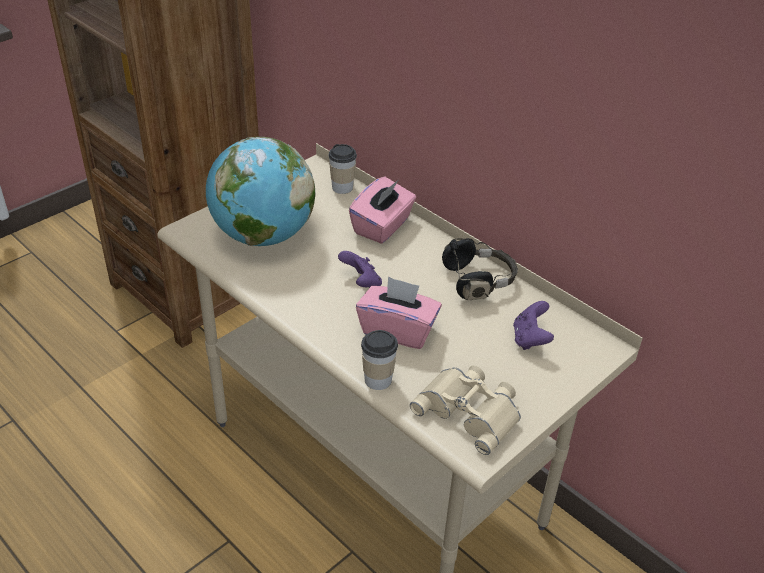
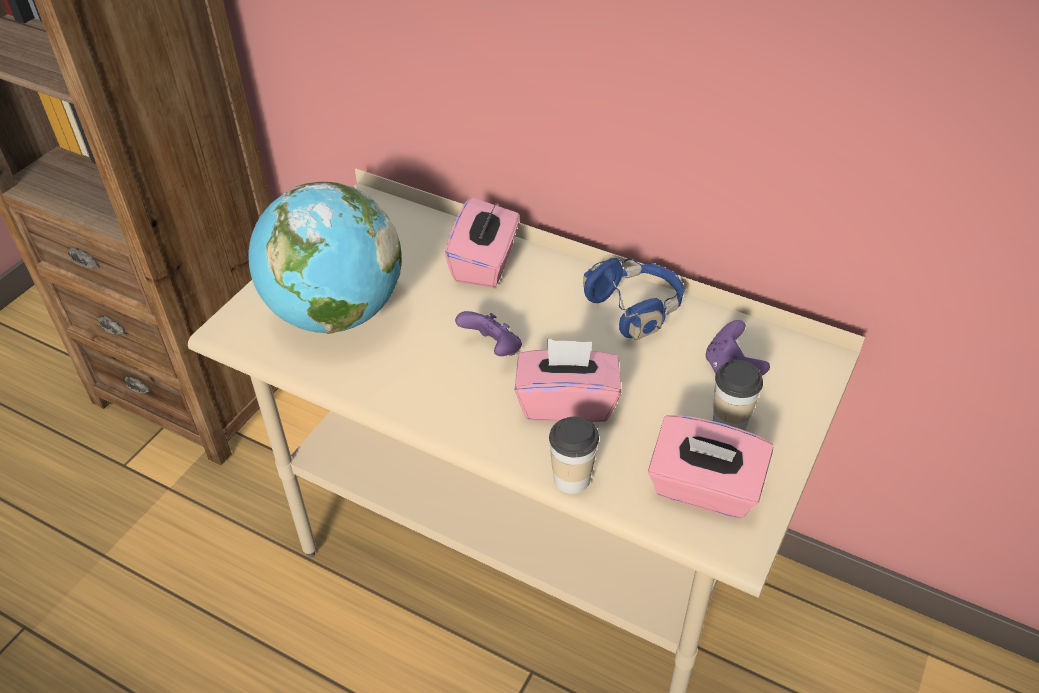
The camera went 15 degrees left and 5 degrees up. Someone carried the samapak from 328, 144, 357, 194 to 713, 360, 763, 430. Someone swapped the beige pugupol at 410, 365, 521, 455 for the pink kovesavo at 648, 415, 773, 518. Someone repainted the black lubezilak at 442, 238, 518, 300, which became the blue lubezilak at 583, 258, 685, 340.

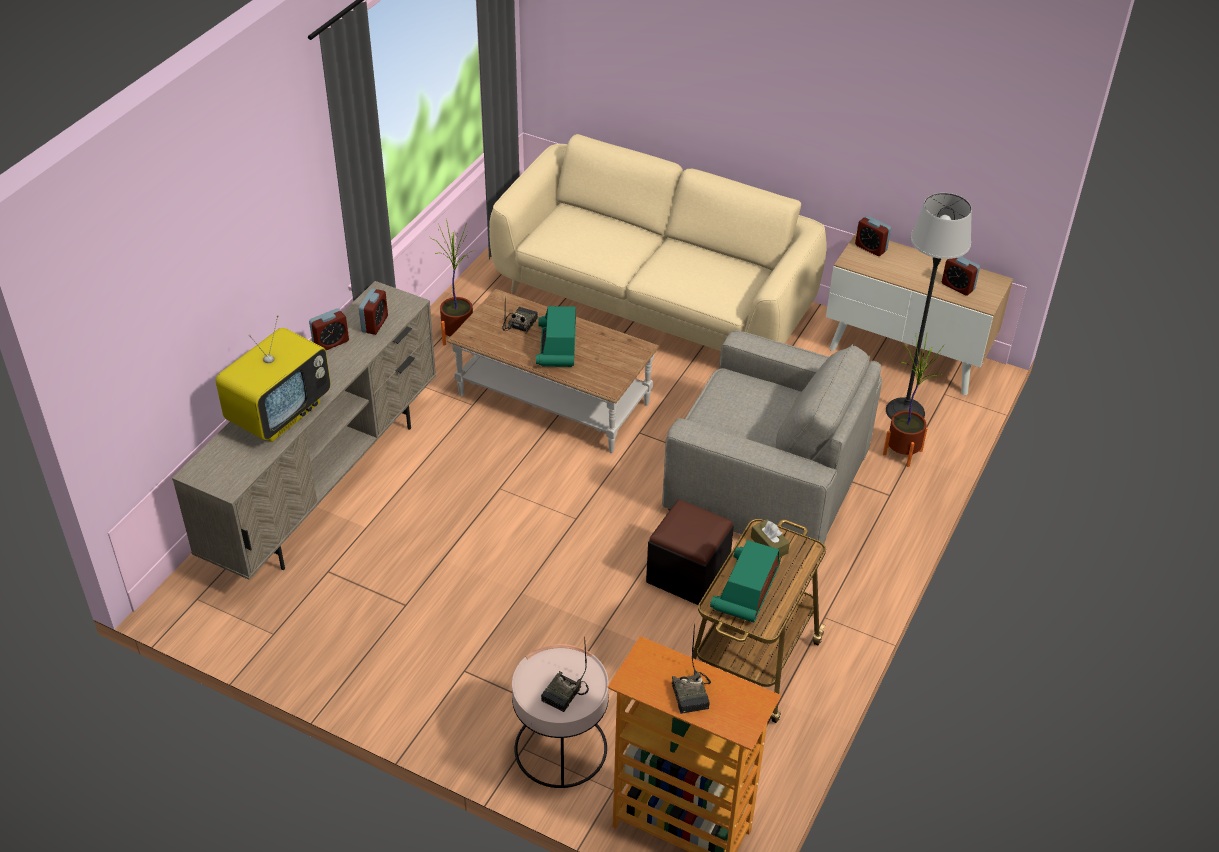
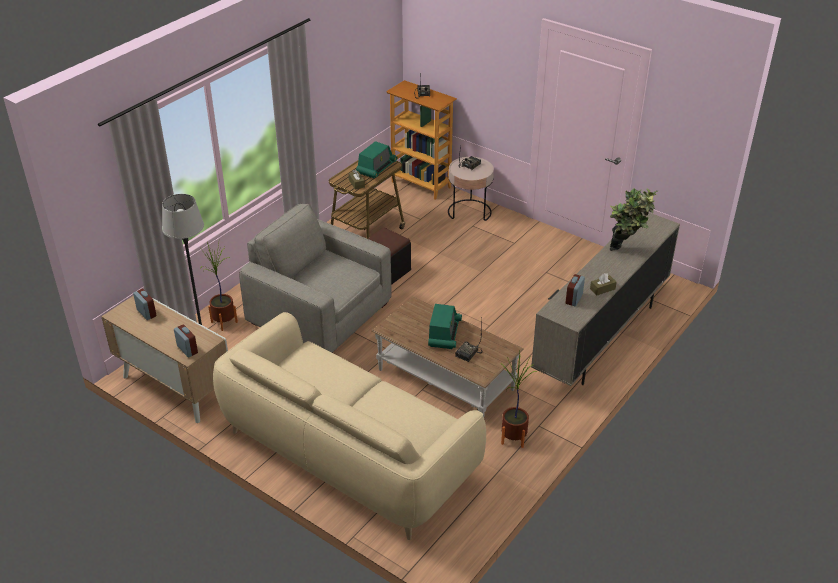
The camera went 170 degrees left and 5 degrees down. Someone swapped the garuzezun at 216, 315, 331, 442 for the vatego at 610, 188, 657, 251. Someone swapped the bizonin at 309, 308, 349, 350 for the brown kovesavo at 590, 273, 617, 296.

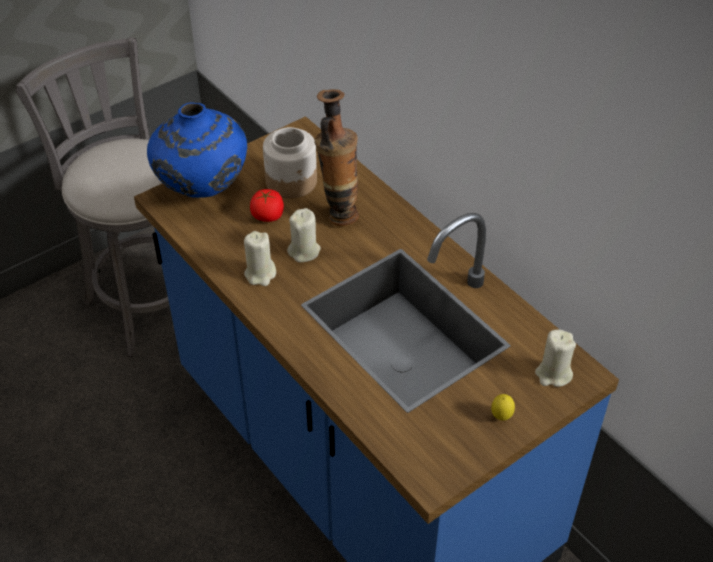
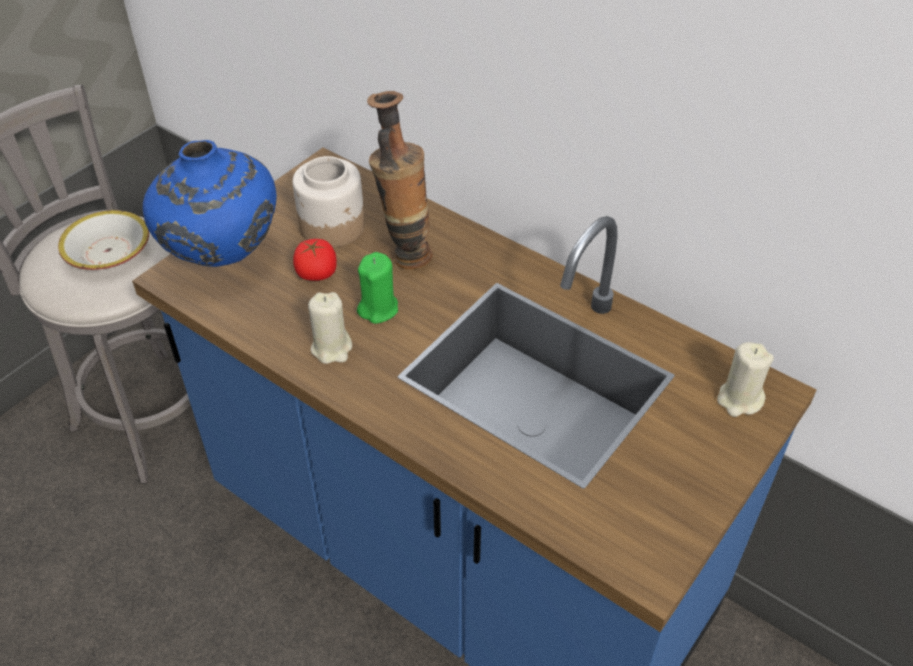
The camera went 15 degrees left and 0 degrees up. Someone repainted the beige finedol at 287, 208, 320, 262, which became the green finedol at 357, 252, 398, 324. Someone took away the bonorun at 491, 394, 515, 421. Someone put down the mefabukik at 58, 210, 149, 270.

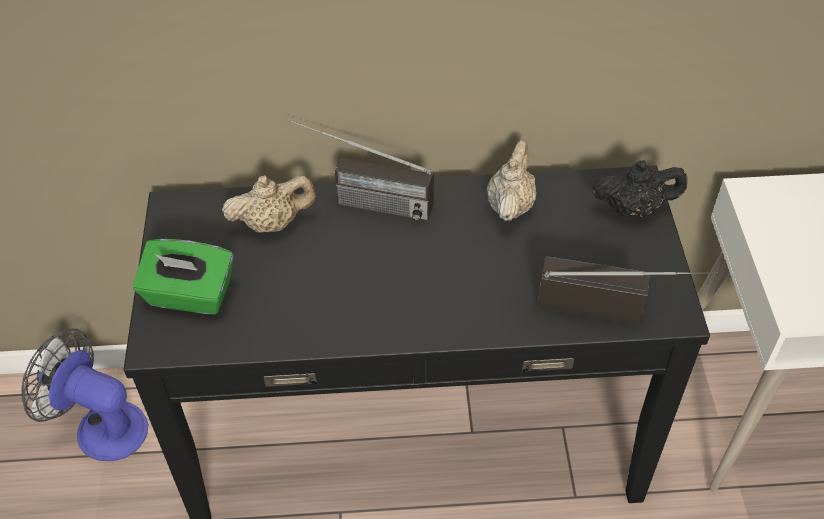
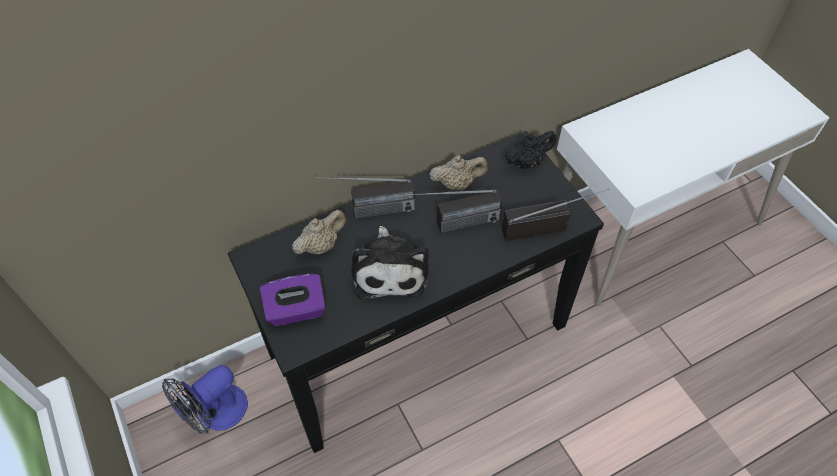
The camera went 25 degrees left and 5 degrees up. Someone rotated the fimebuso at 21, 329, 148, 461 by 45 degrees counterclockwise. Someone repainted the green kovesavo at 133, 239, 234, 315, which became the purple kovesavo at 260, 274, 326, 326. Someone rotated the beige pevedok at 486, 140, 537, 221 by 90 degrees clockwise. Someone put down the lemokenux at 351, 226, 429, 300. Someone put down the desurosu at 403, 190, 502, 233.

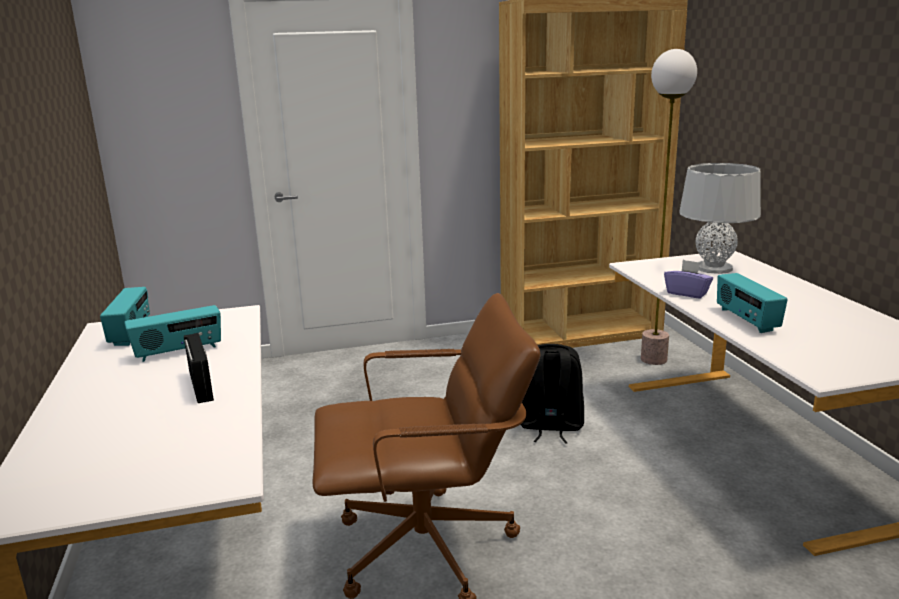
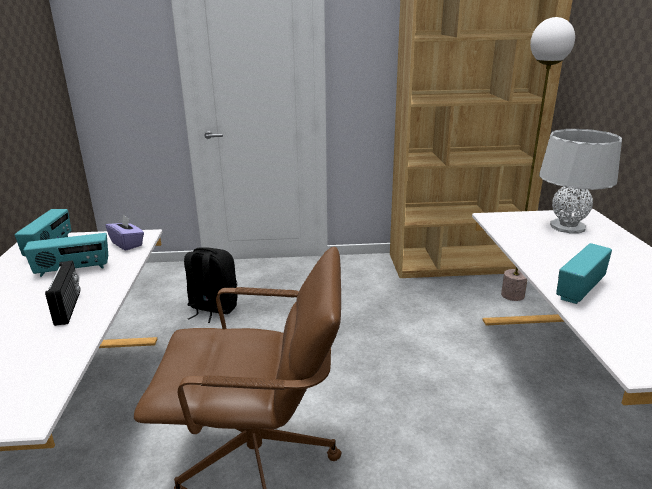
The camera went 10 degrees right and 5 degrees up. Someone carried the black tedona from 520, 344, 584, 444 to 184, 247, 237, 323. Someone carried the purple kovesavo from 664, 260, 713, 299 to 106, 214, 144, 251. Someone rotated the desurosu at 717, 273, 788, 333 by 45 degrees clockwise.

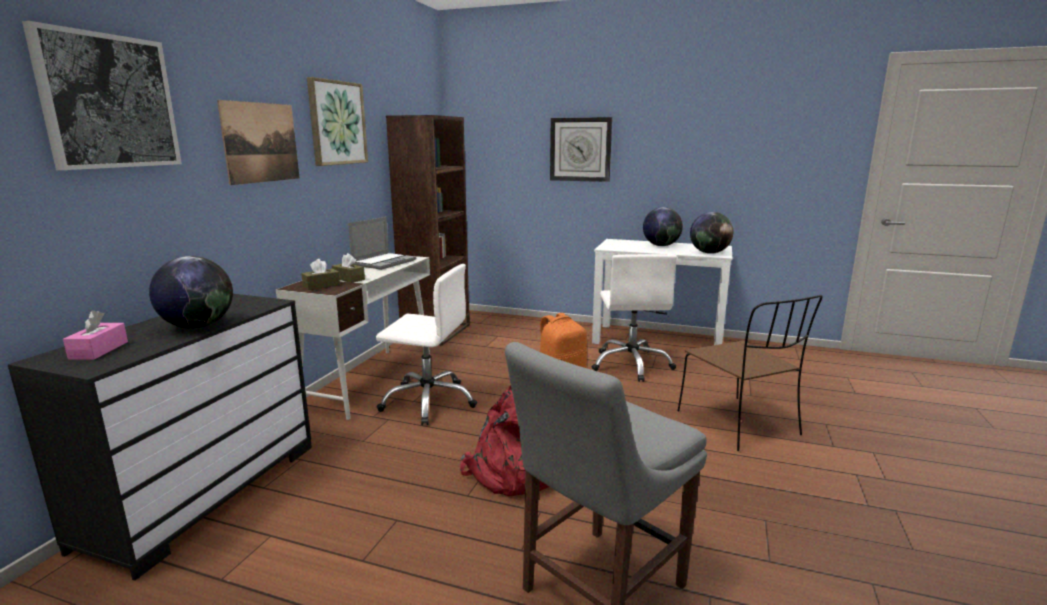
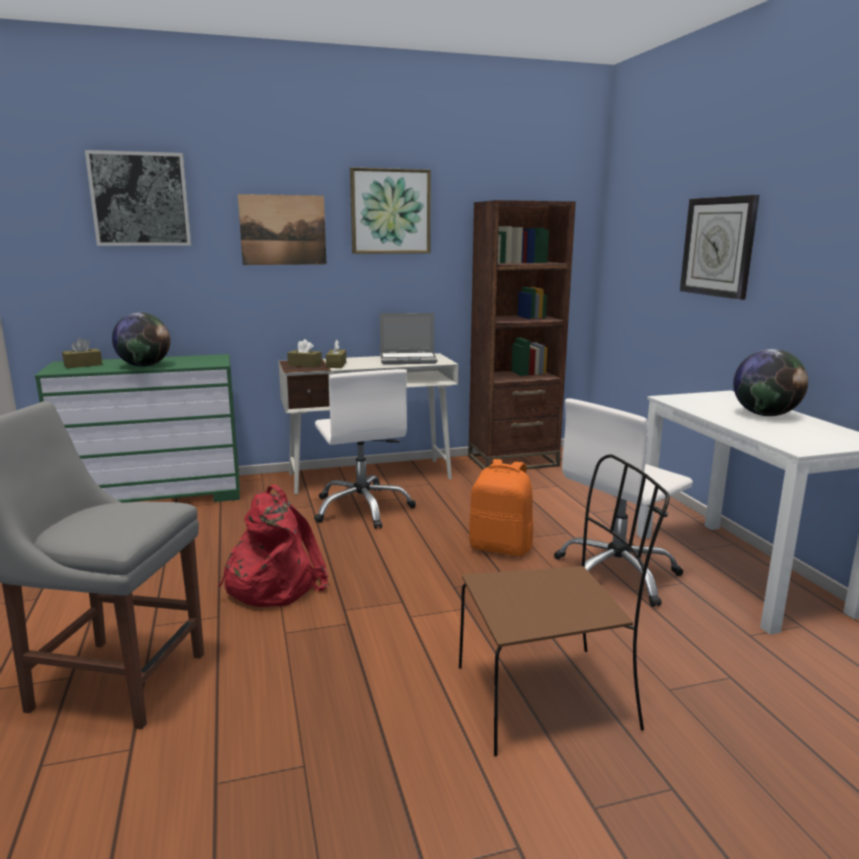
The camera went 55 degrees right and 0 degrees up. Someone repainted the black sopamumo at 8, 294, 312, 581, which became the green sopamumo at 35, 354, 240, 503. Someone repainted the pink kovesavo at 63, 310, 128, 360, which became the brown kovesavo at 62, 338, 102, 368. Someone rotated the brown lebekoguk at 678, 295, 823, 451 by 135 degrees counterclockwise. Someone took away the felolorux at 690, 212, 733, 254.

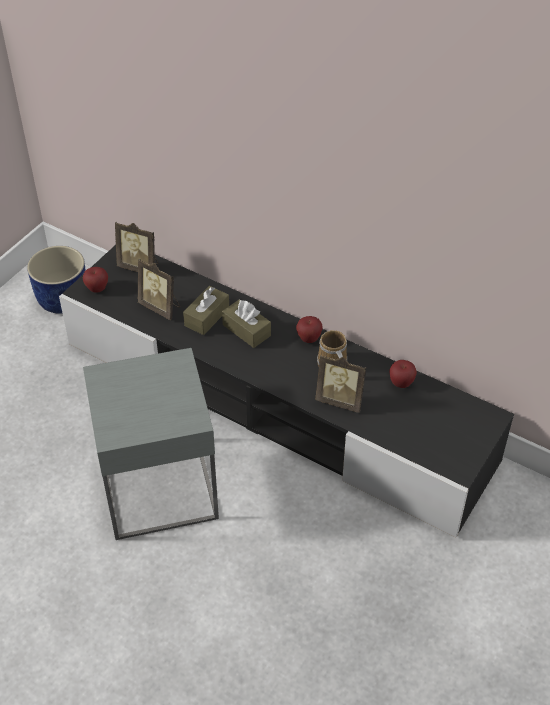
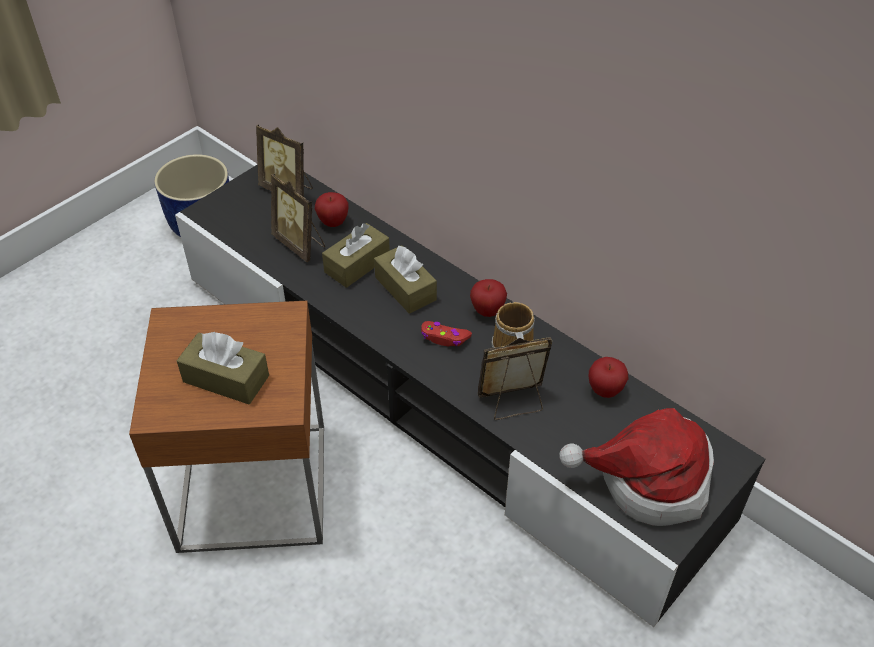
The camera went 10 degrees right and 0 degrees up. Someone carried the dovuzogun from 83, 267, 108, 293 to 315, 192, 349, 227. Someone repainted the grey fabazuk at 83, 348, 219, 540, which became the brown fabazuk at 129, 301, 324, 553. Someone rotated the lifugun at 315, 355, 366, 413 by 135 degrees clockwise. Someone put down the brown kovesavo at 177, 332, 269, 404. Someone put down the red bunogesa at 421, 321, 472, 347. Someone put down the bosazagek at 559, 408, 714, 526.

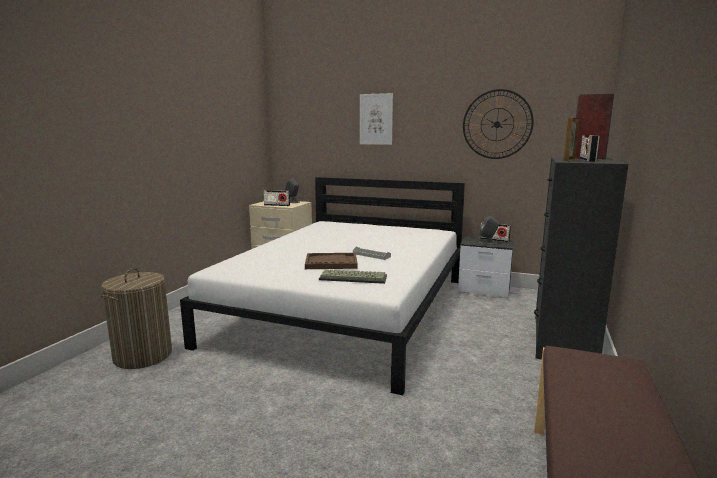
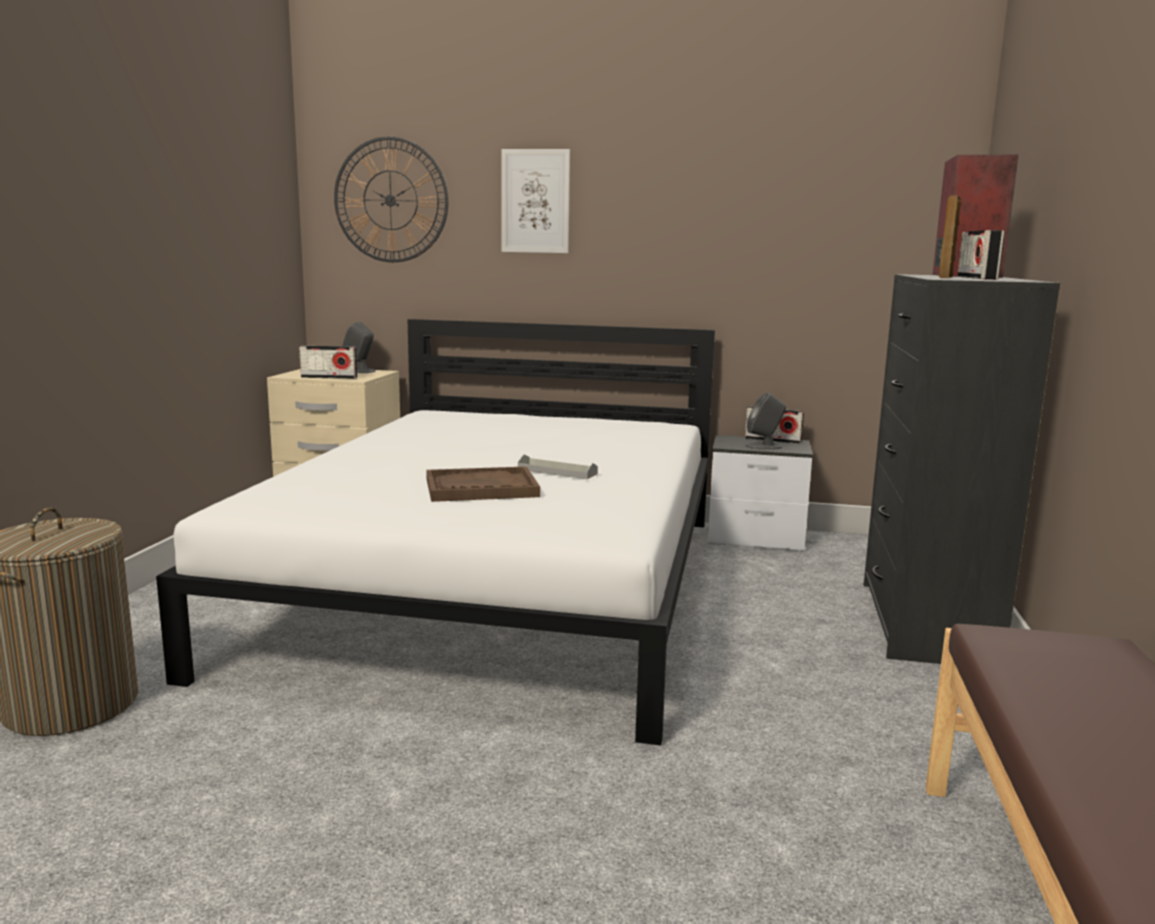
The camera went 10 degrees left and 0 degrees up. Someone took away the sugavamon at 319, 269, 387, 284. Someone carried the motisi from 463, 89, 534, 159 to 334, 136, 448, 262.

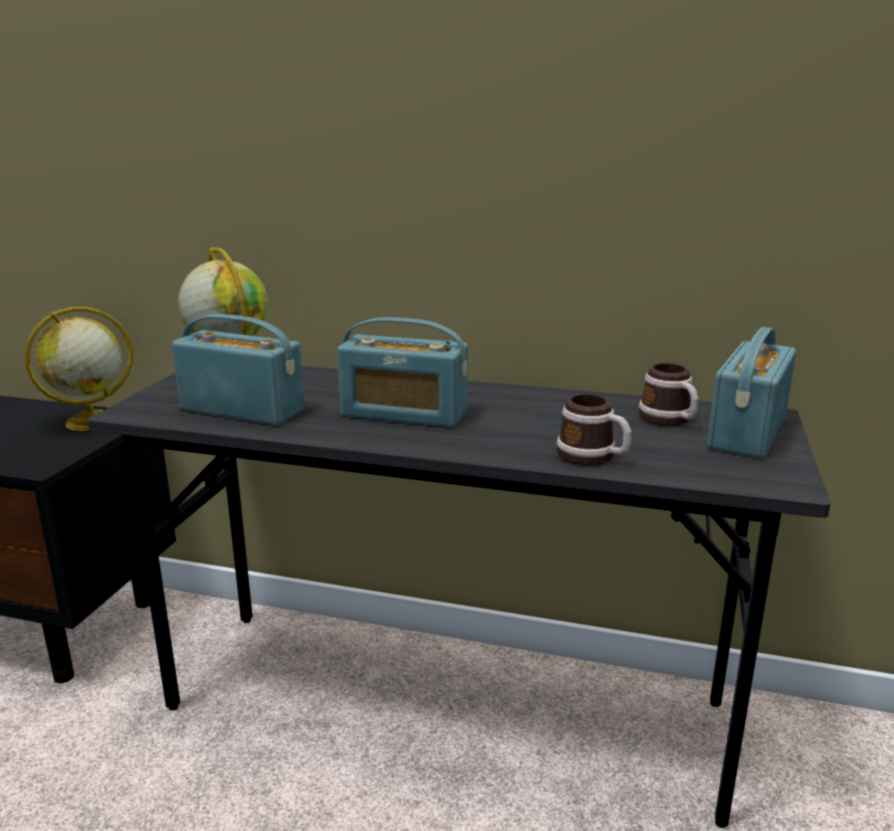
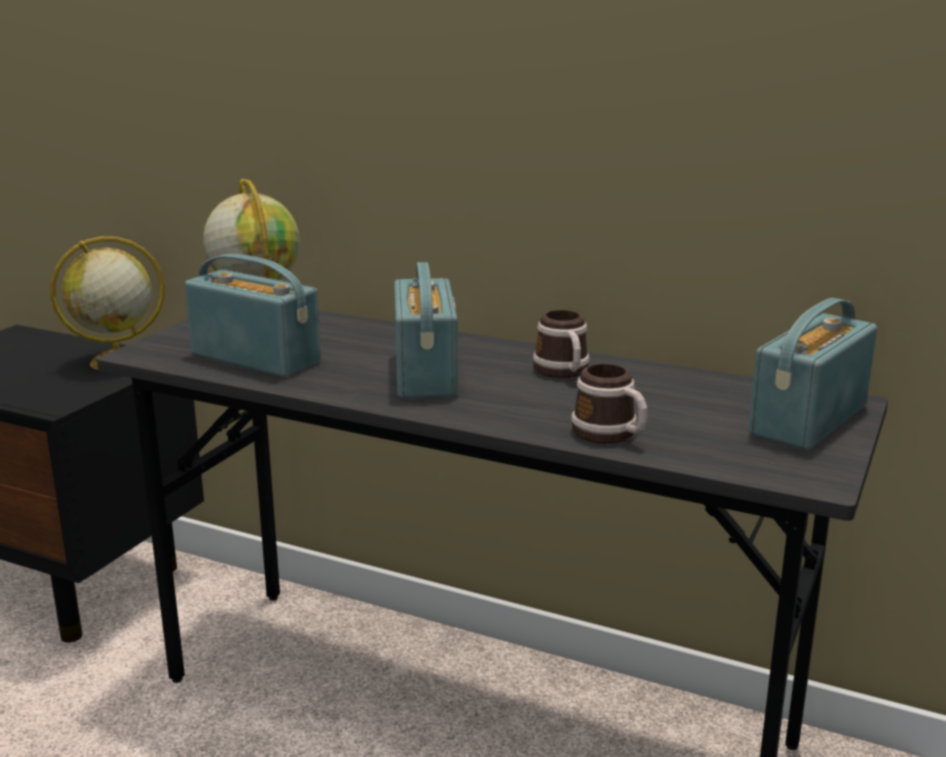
The camera went 10 degrees right and 0 degrees up. Someone rotated the desurosu at 337, 317, 468, 427 by 120 degrees counterclockwise. Someone carried the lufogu from 639, 363, 698, 426 to 533, 310, 590, 378.

